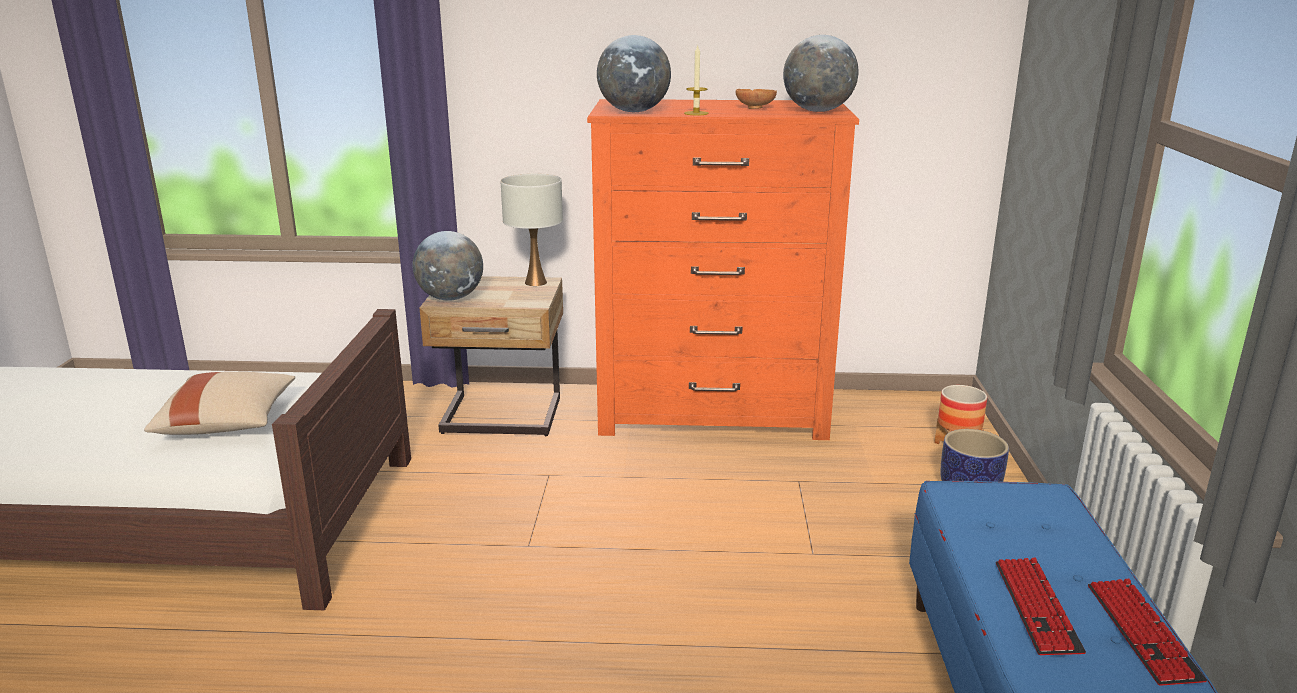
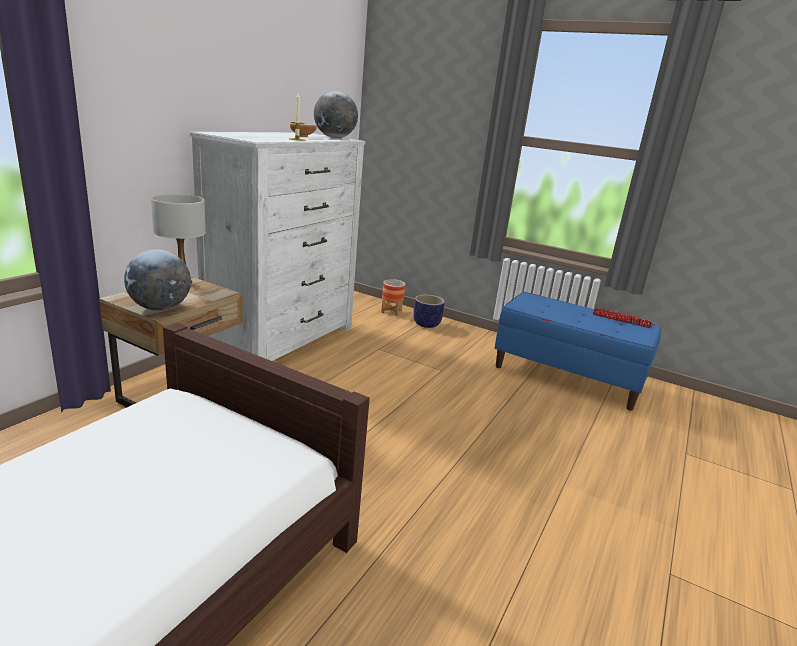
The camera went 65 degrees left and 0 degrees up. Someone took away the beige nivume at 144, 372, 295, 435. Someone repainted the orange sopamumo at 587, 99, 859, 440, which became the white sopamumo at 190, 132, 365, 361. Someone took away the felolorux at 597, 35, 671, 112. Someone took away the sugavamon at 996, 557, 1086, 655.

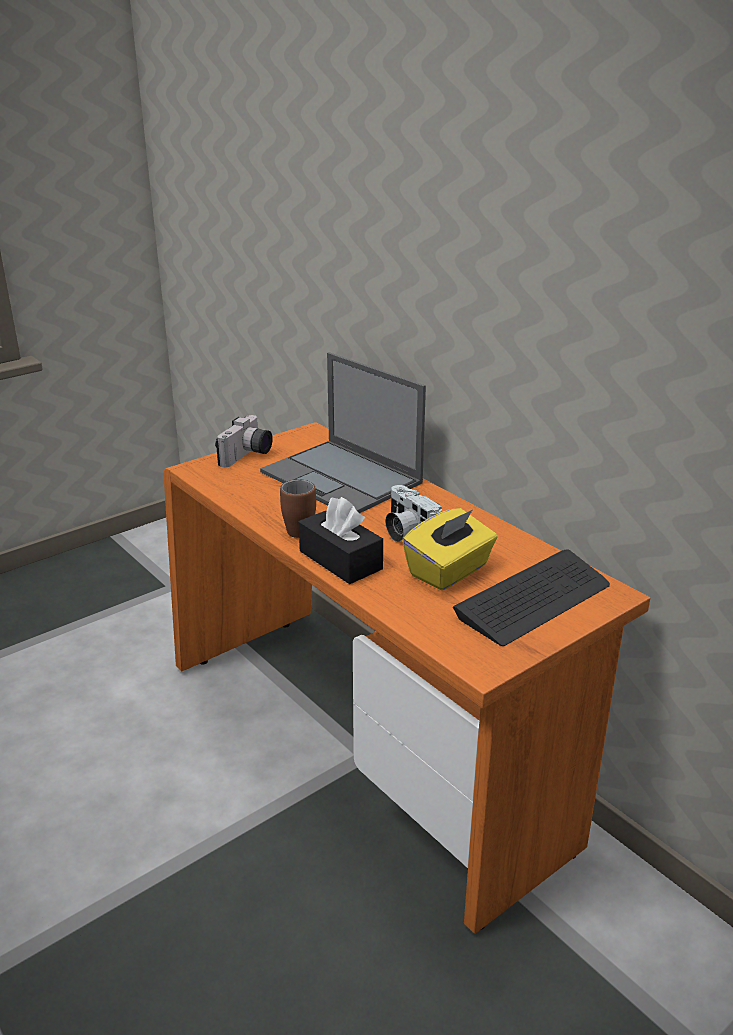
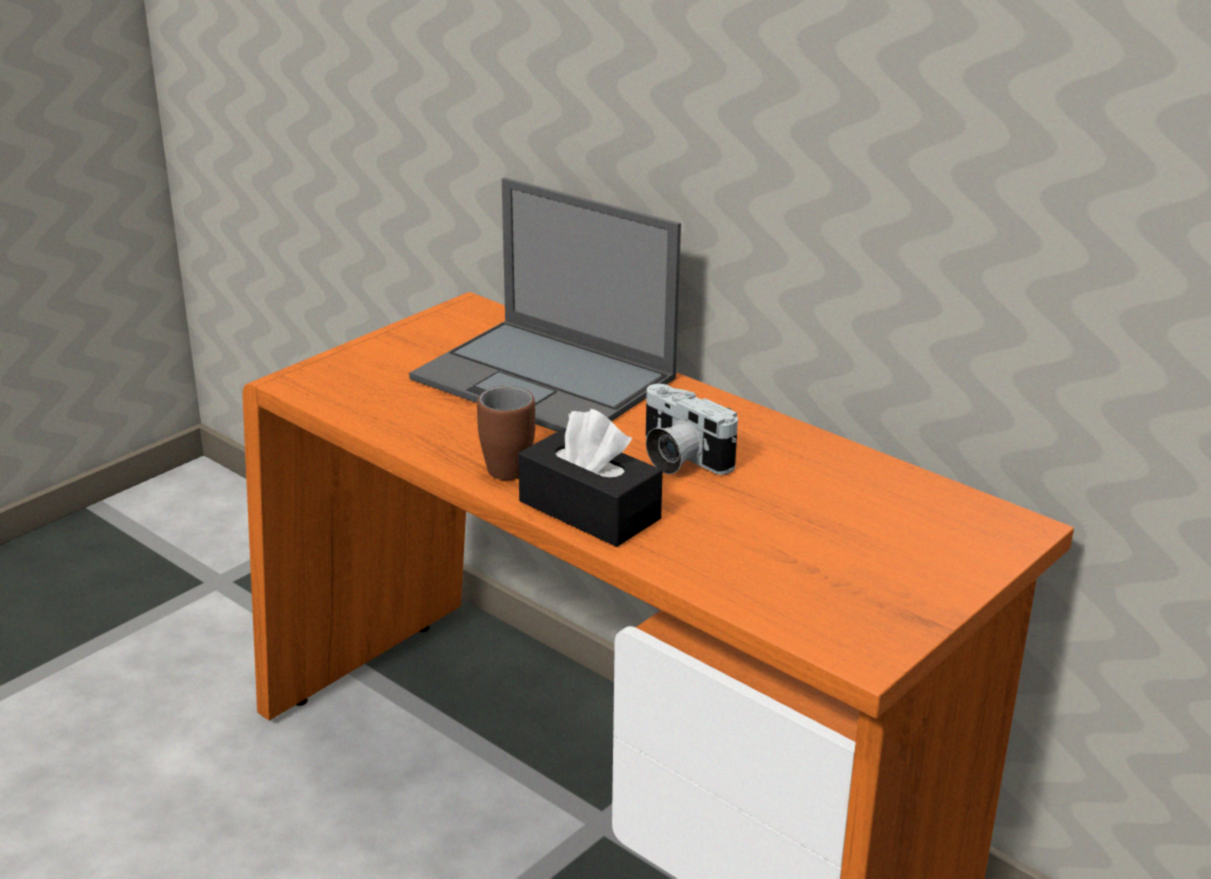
The camera went 10 degrees left and 0 degrees up. Someone took away the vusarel at 215, 415, 273, 467. Someone took away the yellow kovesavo at 402, 508, 498, 590. Someone took away the sugavamon at 453, 549, 610, 646.

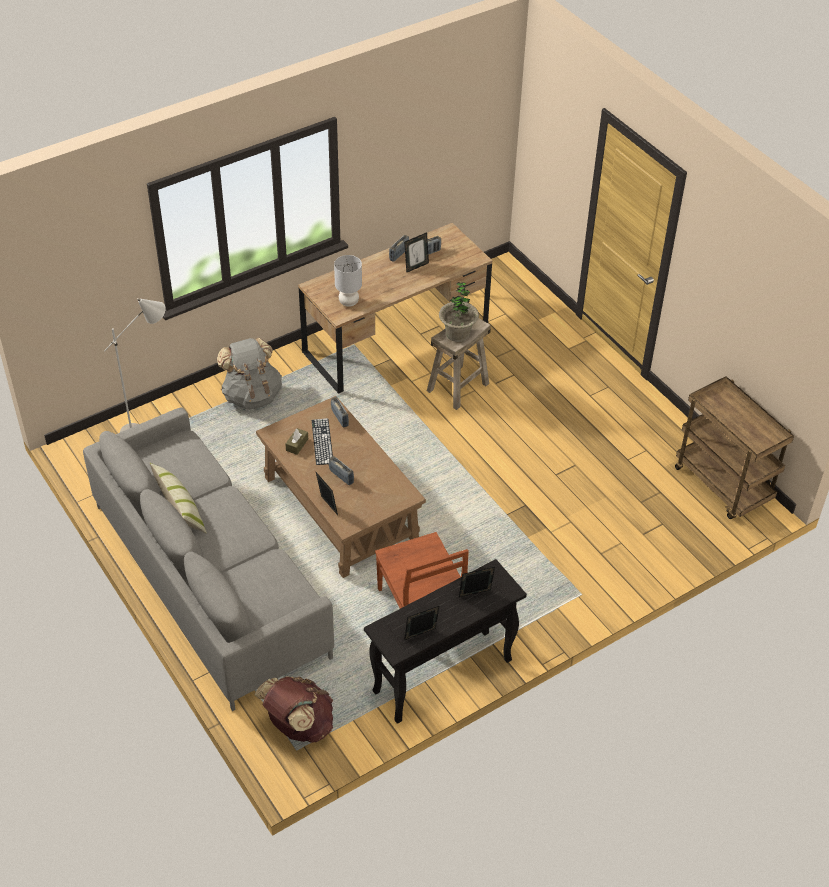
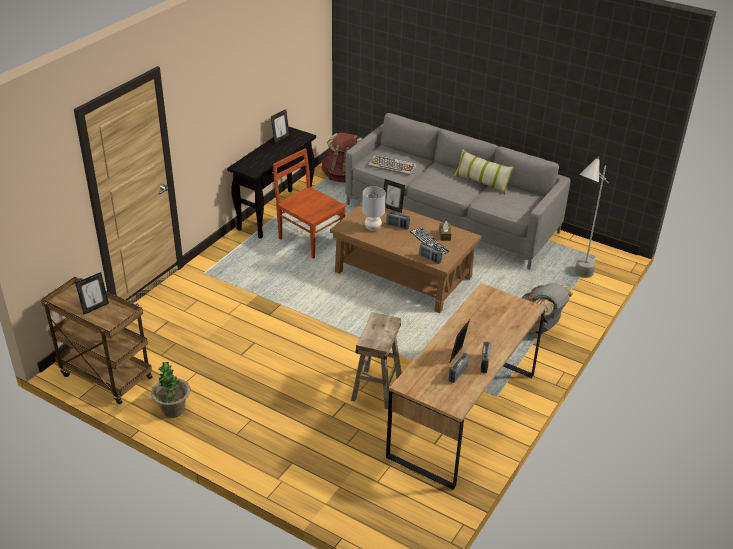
The camera went 155 degrees right and 10 degrees down. Someone carried the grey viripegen from 334, 255, 362, 307 to 362, 186, 386, 231. Someone carried the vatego from 439, 282, 479, 342 to 151, 362, 191, 418. Someone carried the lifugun from 459, 567, 495, 597 to 75, 272, 109, 314. Someone put down the sugavamon at 368, 155, 417, 175.

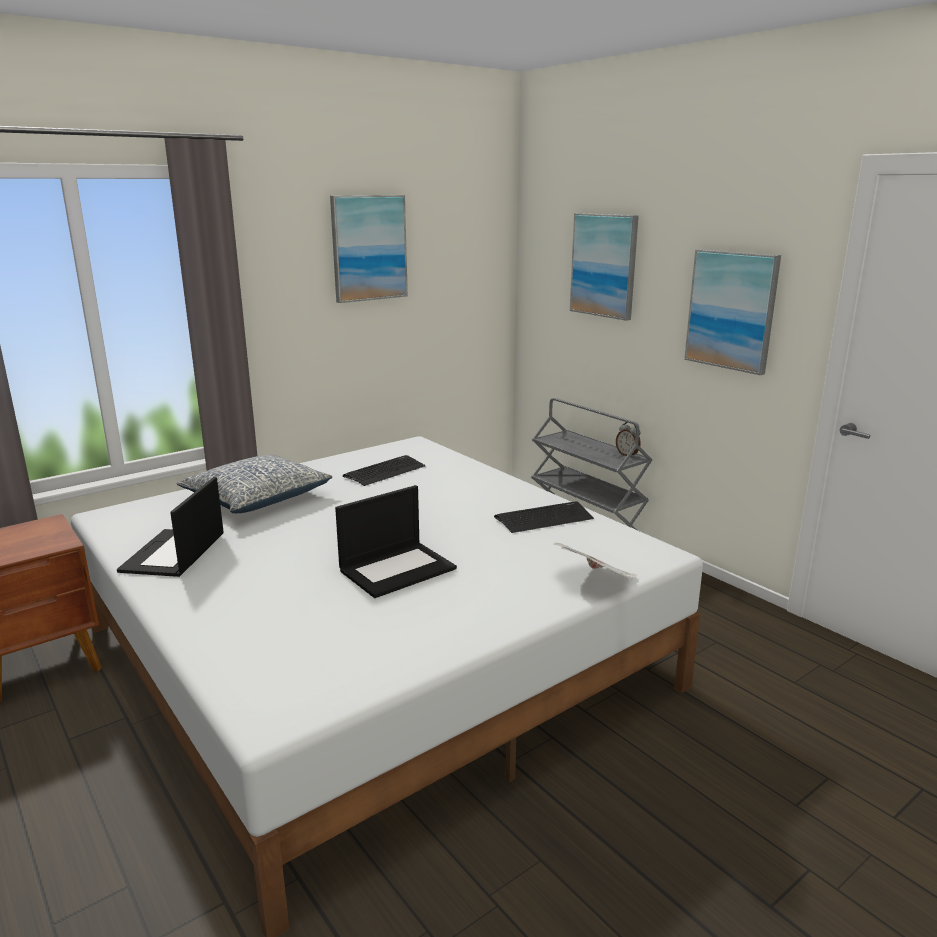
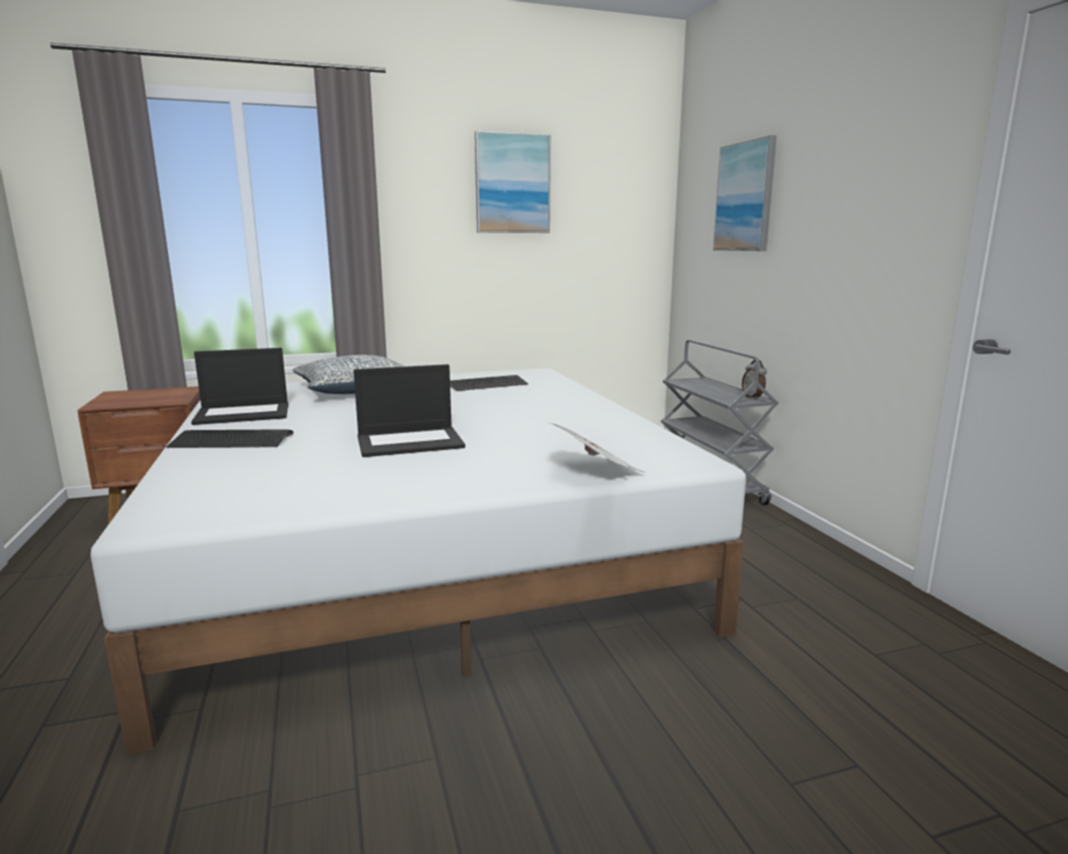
The camera went 20 degrees right and 5 degrees down. Someone rotated the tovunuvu at 117, 477, 224, 577 by 135 degrees counterclockwise. Someone carried the sugavamon from 494, 502, 594, 533 to 166, 429, 294, 448. Someone took away the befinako at 684, 249, 781, 375.

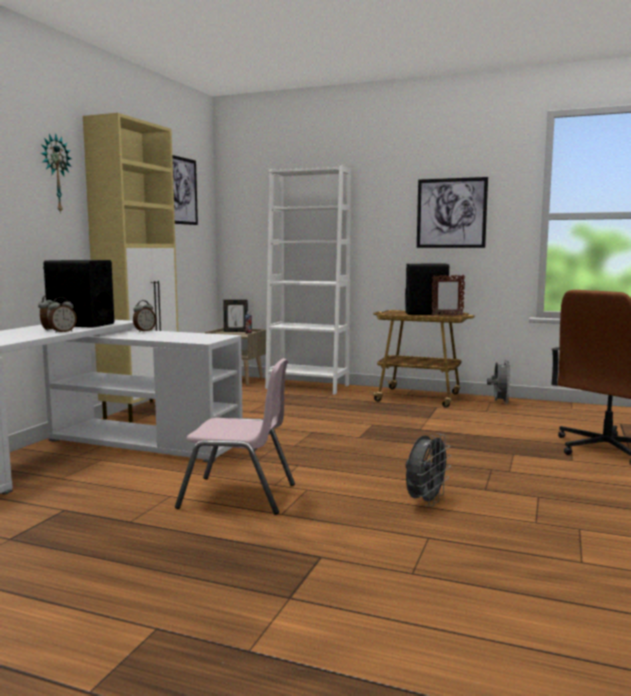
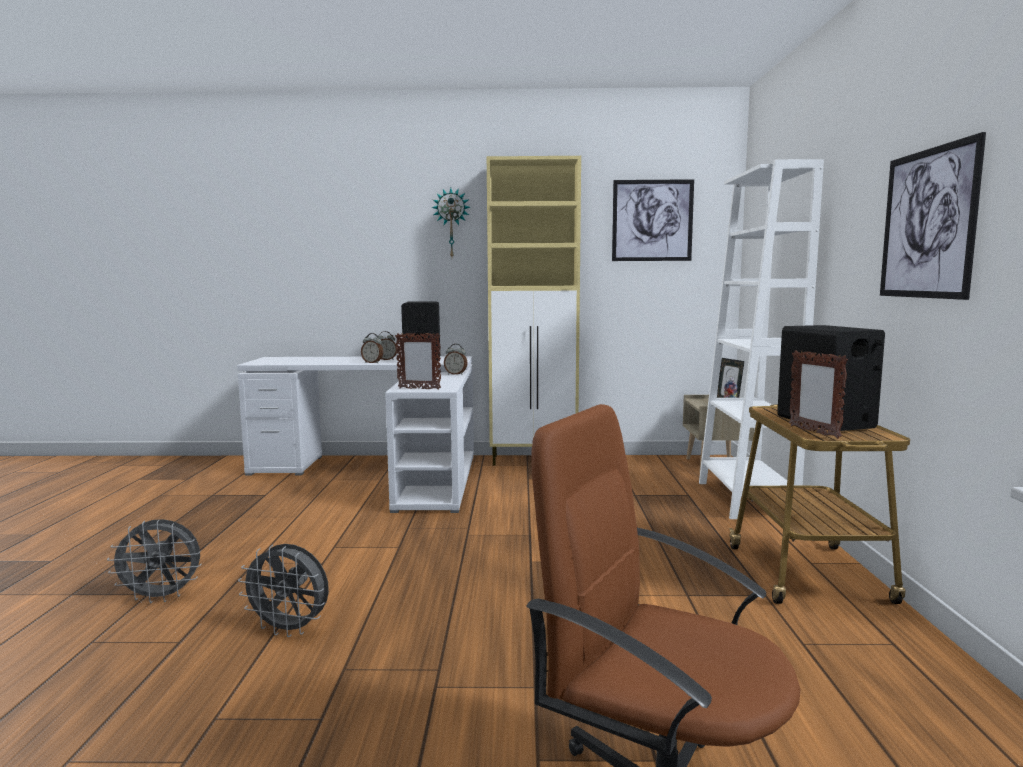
The camera went 70 degrees right and 0 degrees up. Someone took away the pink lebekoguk at 175, 358, 295, 515. Someone carried the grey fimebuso from 487, 360, 511, 404 to 107, 519, 201, 603. Someone put down the lifugun at 395, 332, 441, 390.

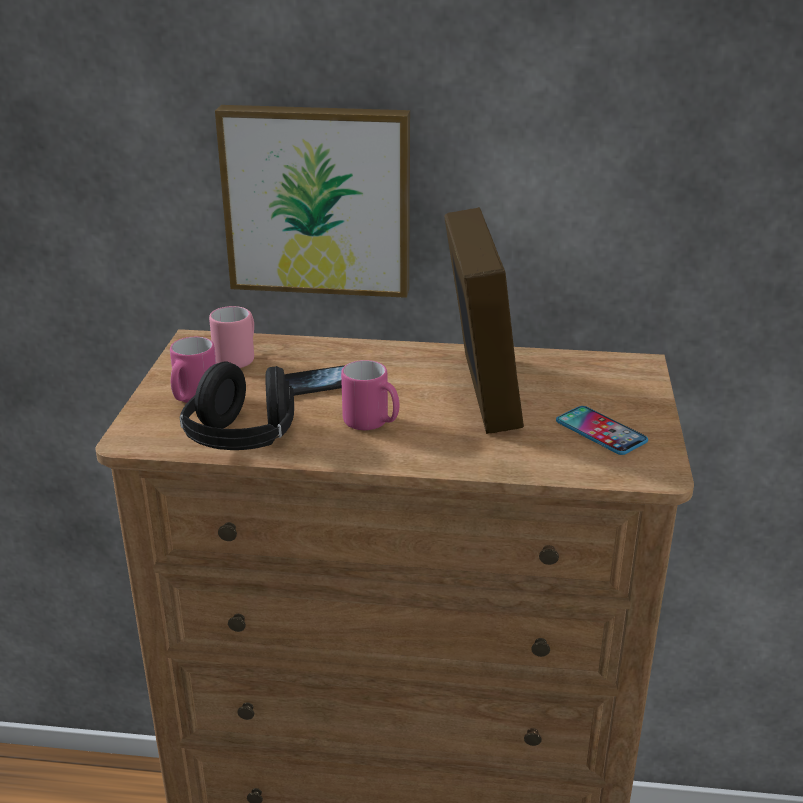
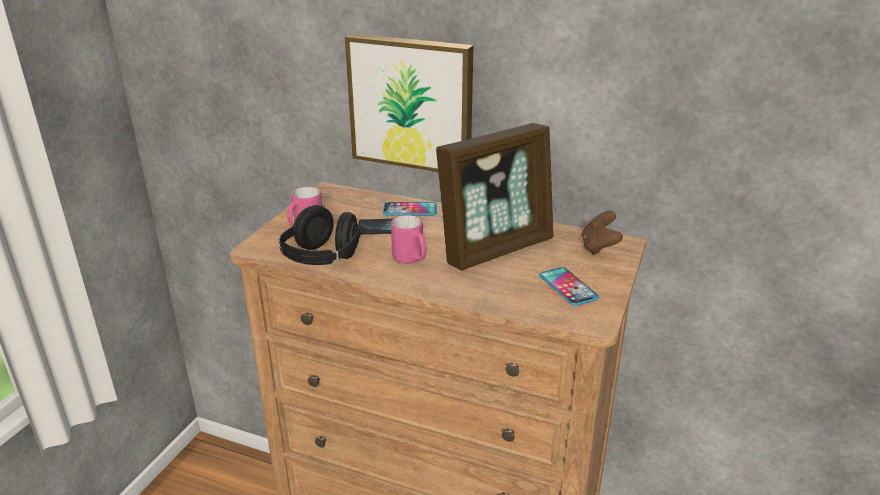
The camera went 15 degrees right and 0 degrees up. Someone took away the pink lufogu at 209, 306, 254, 368. Someone rotated the lifugun at 444, 207, 524, 434 by 45 degrees clockwise. Someone put down the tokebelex at 383, 202, 437, 216. Someone put down the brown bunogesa at 581, 211, 623, 255.

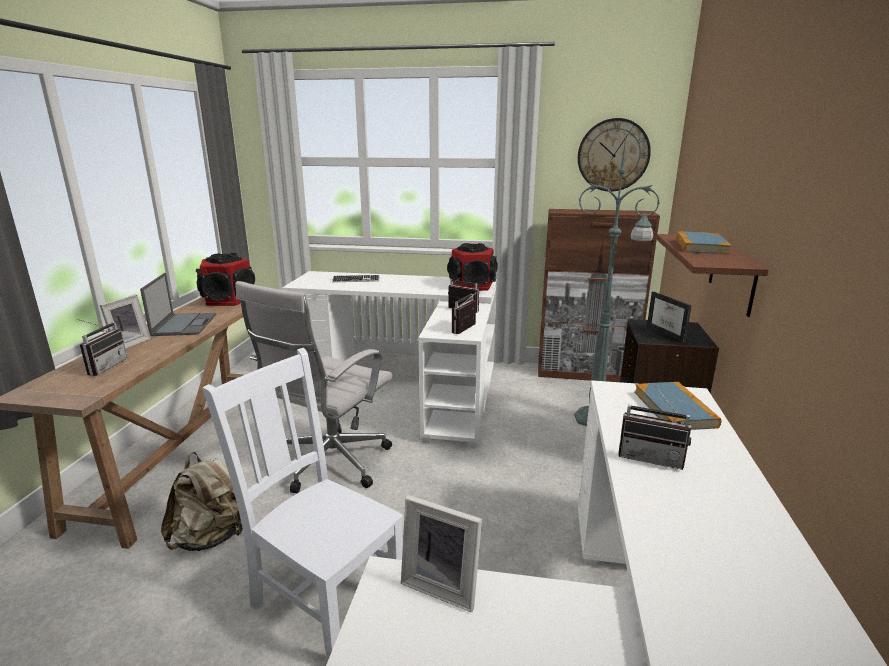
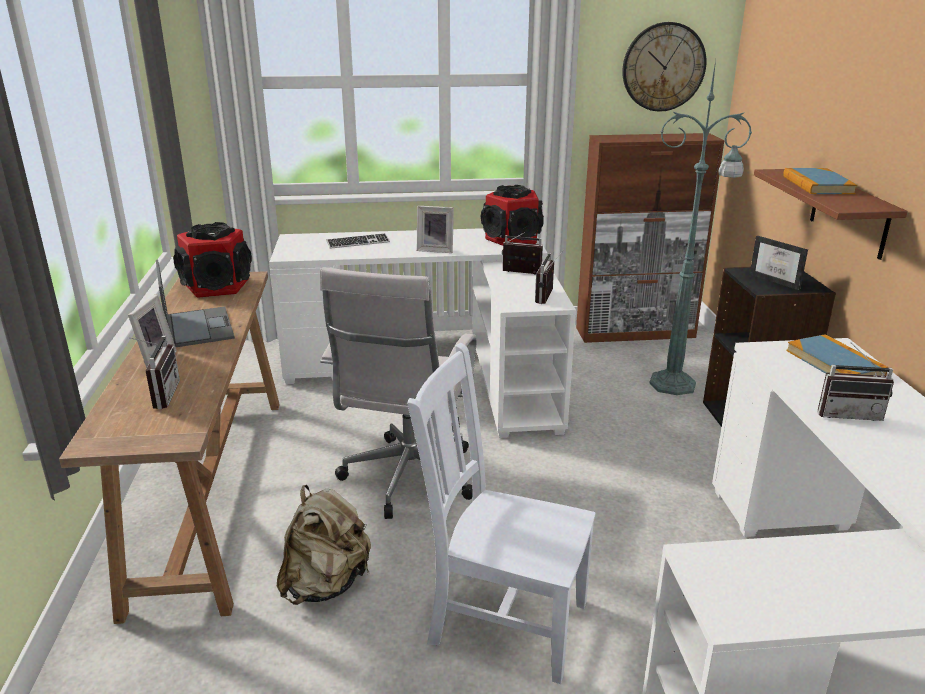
The camera went 15 degrees left and 5 degrees up. Someone carried the lifugun from 401, 495, 482, 612 to 417, 206, 454, 253.

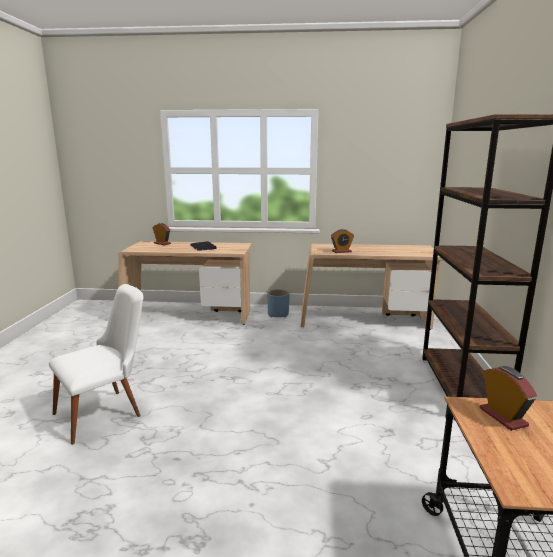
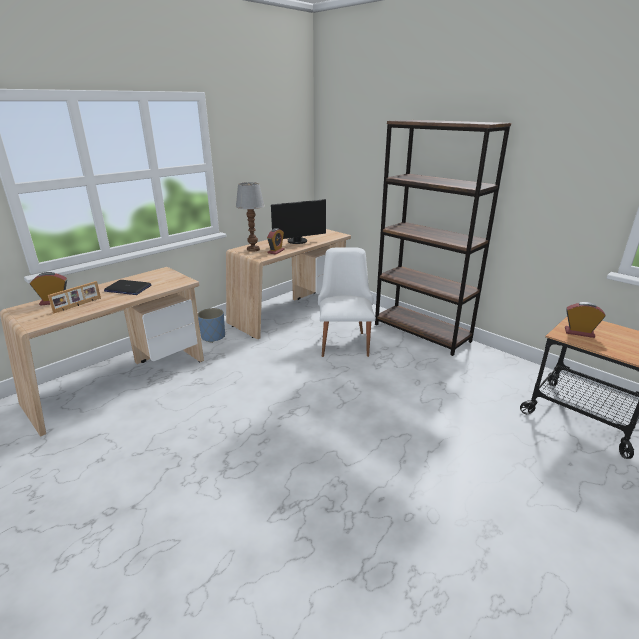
The camera went 50 degrees left and 10 degrees up. Someone carried the white lebekoguk from 49, 284, 143, 445 to 318, 247, 376, 357. Someone put down the lifugun at 48, 281, 101, 313. Someone put down the viripegen at 236, 182, 265, 252. Someone put down the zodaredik at 271, 199, 326, 244.

